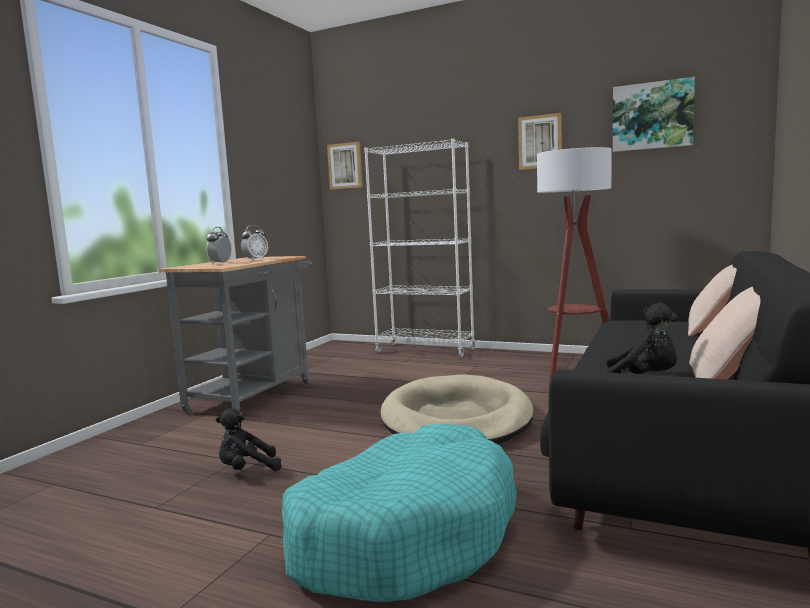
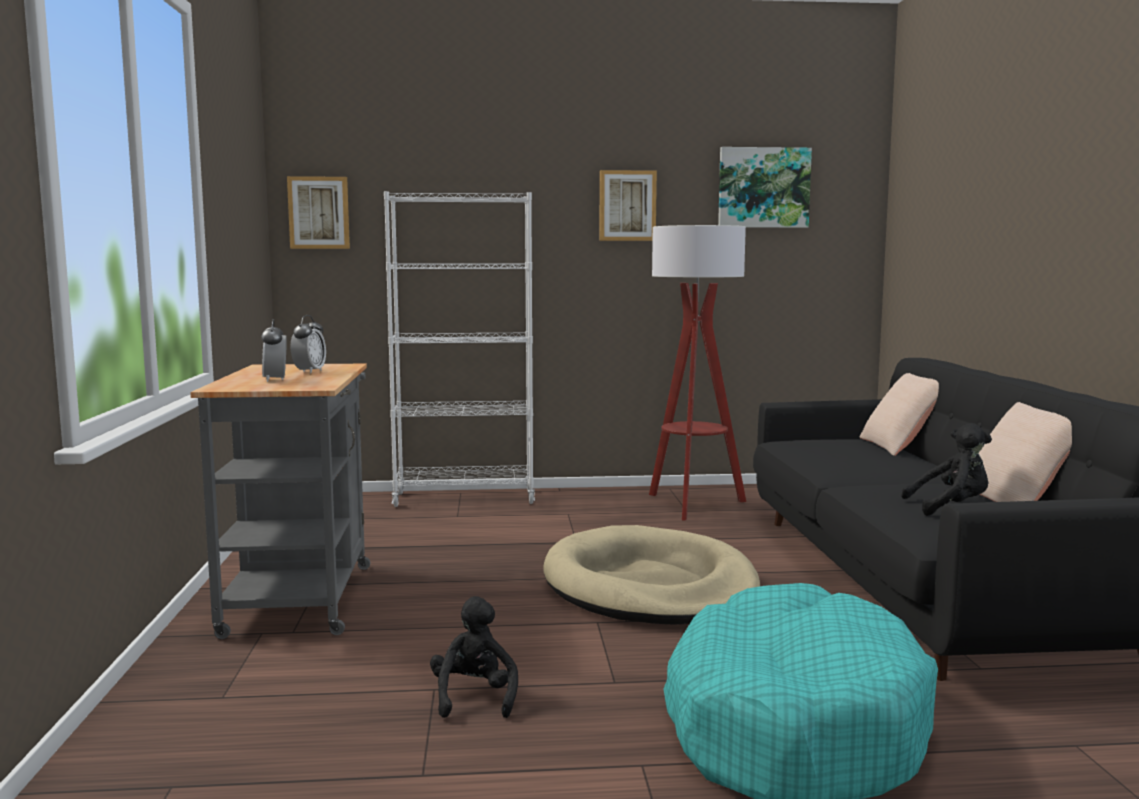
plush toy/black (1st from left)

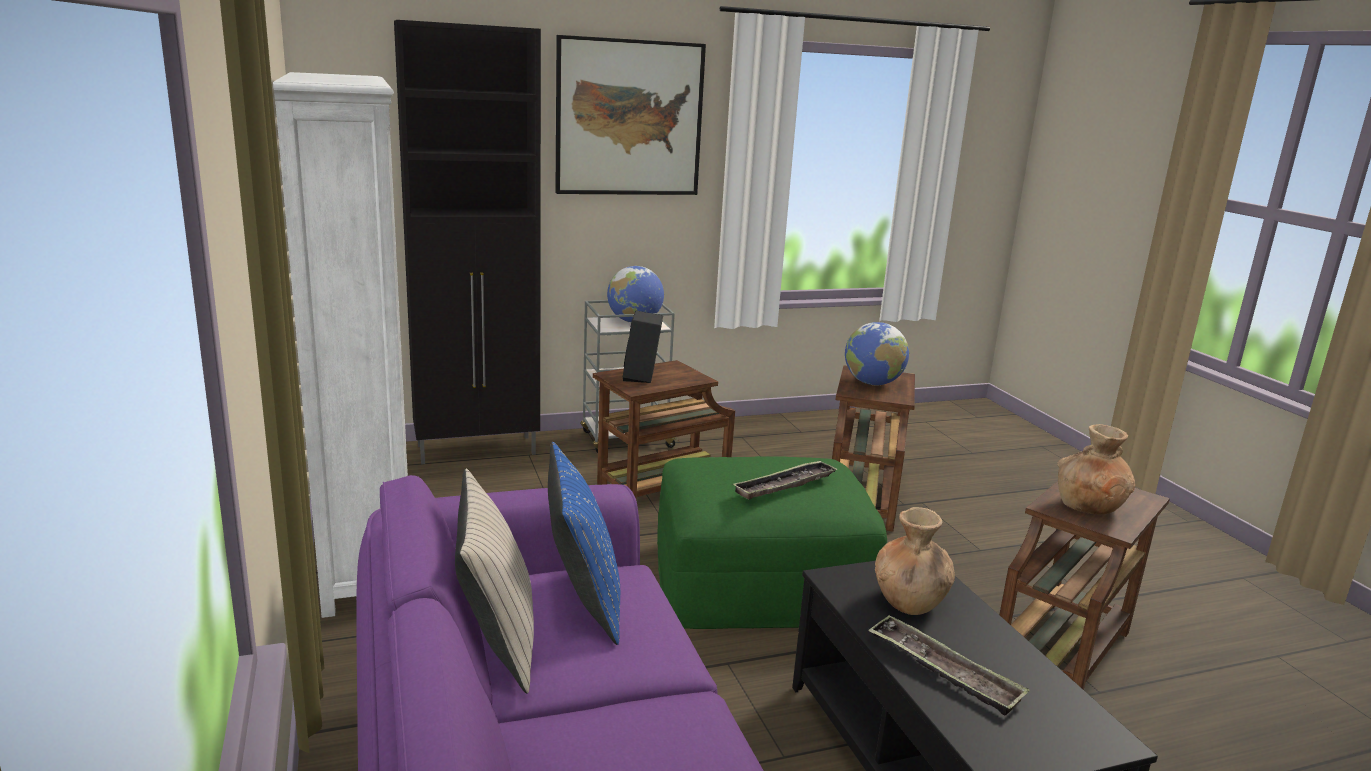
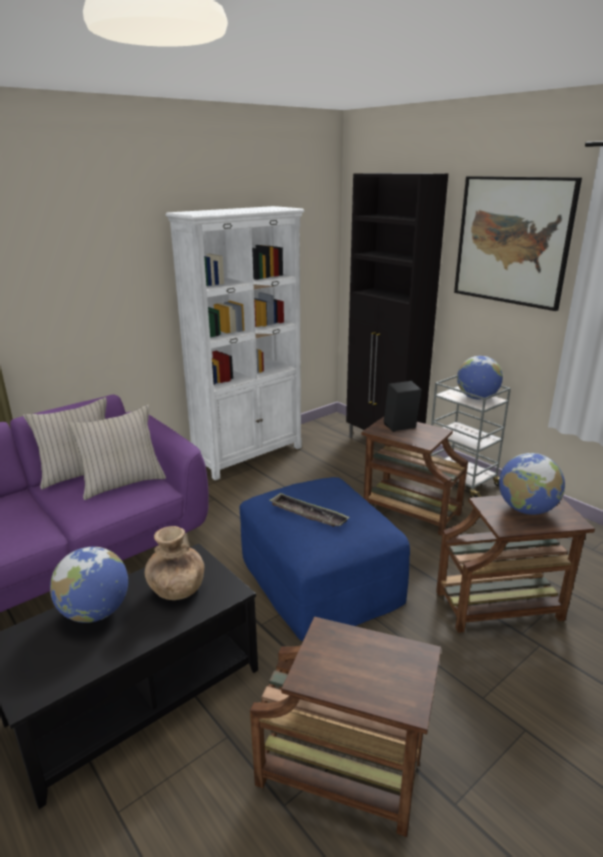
pillow/beige (2nd from left)
ottoman/blue
globe (1st from left)
vase/brown (2nd from left in the first image)

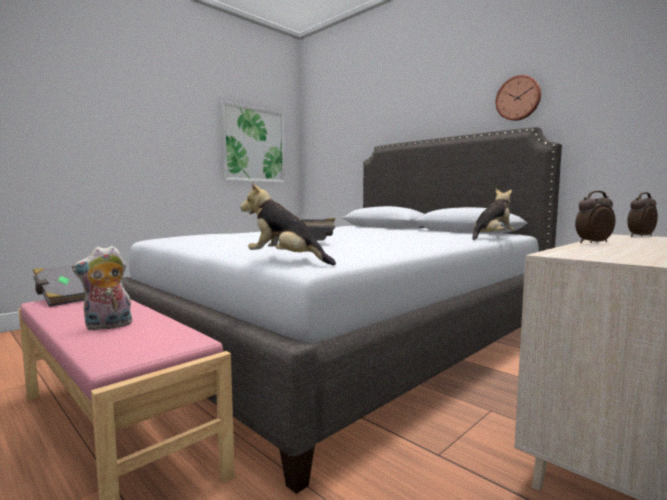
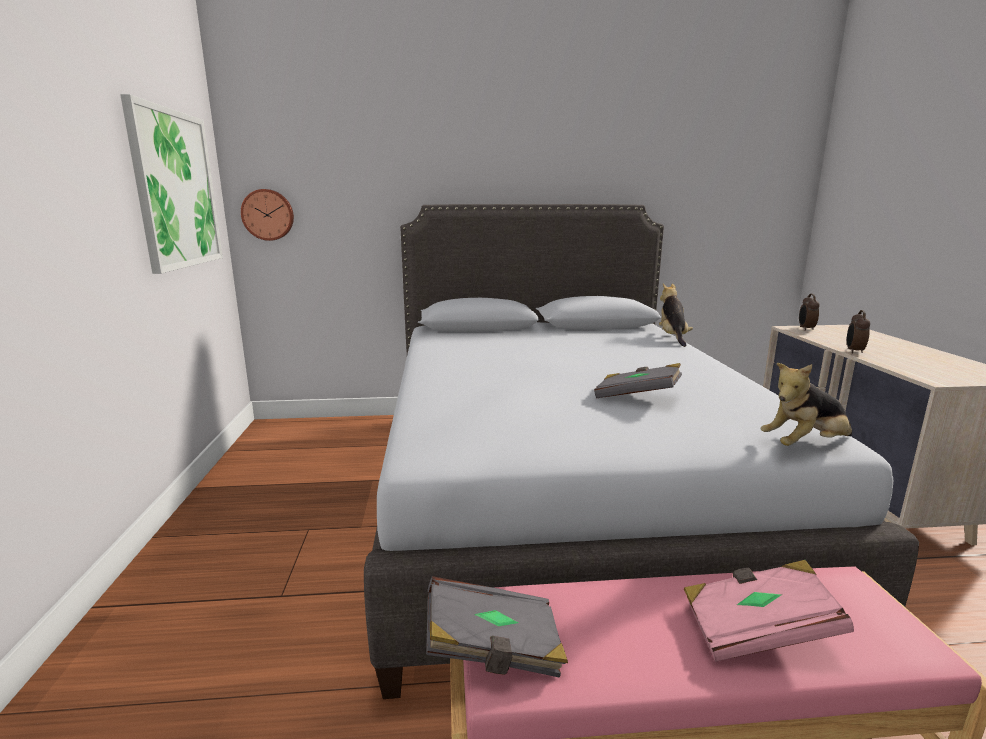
book/pink
wall clock

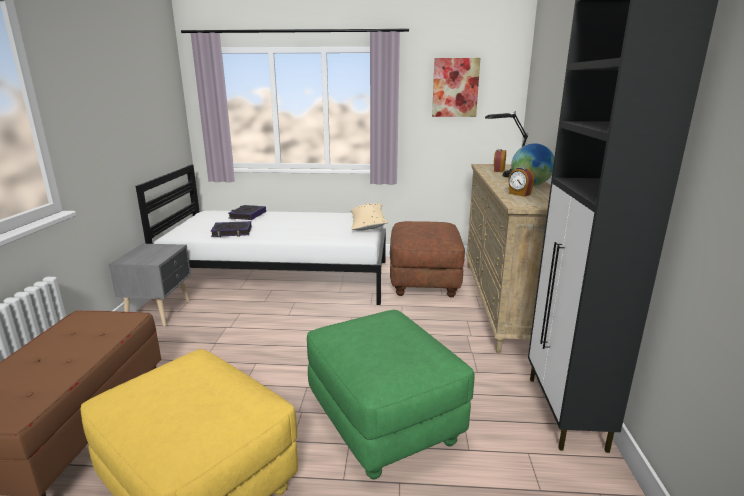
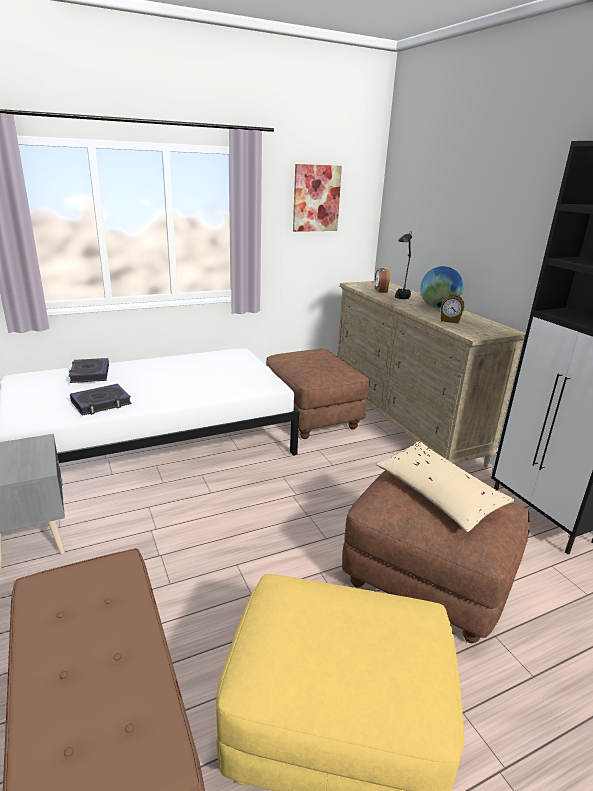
ottoman/brown (2nd from left)
pillow/beige

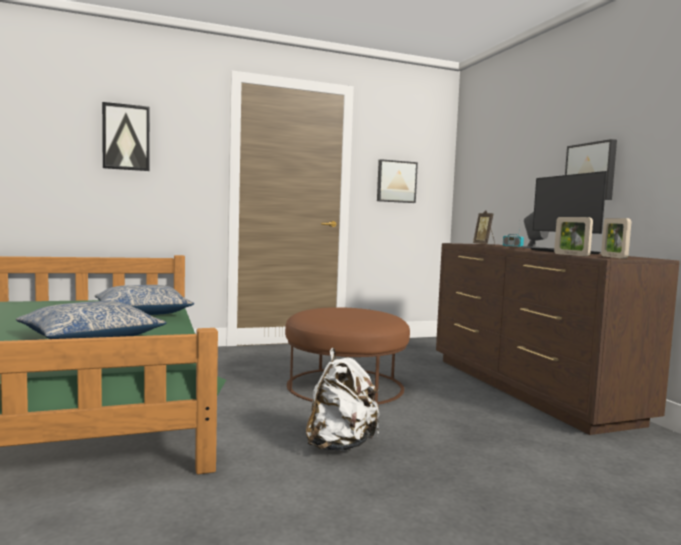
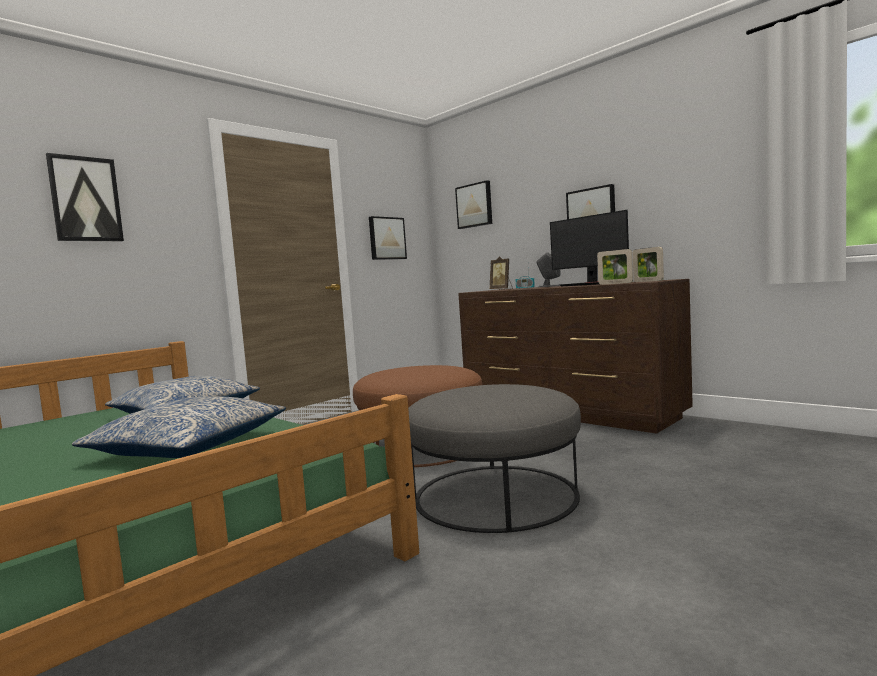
ottoman/grey
picture (3rd from left)

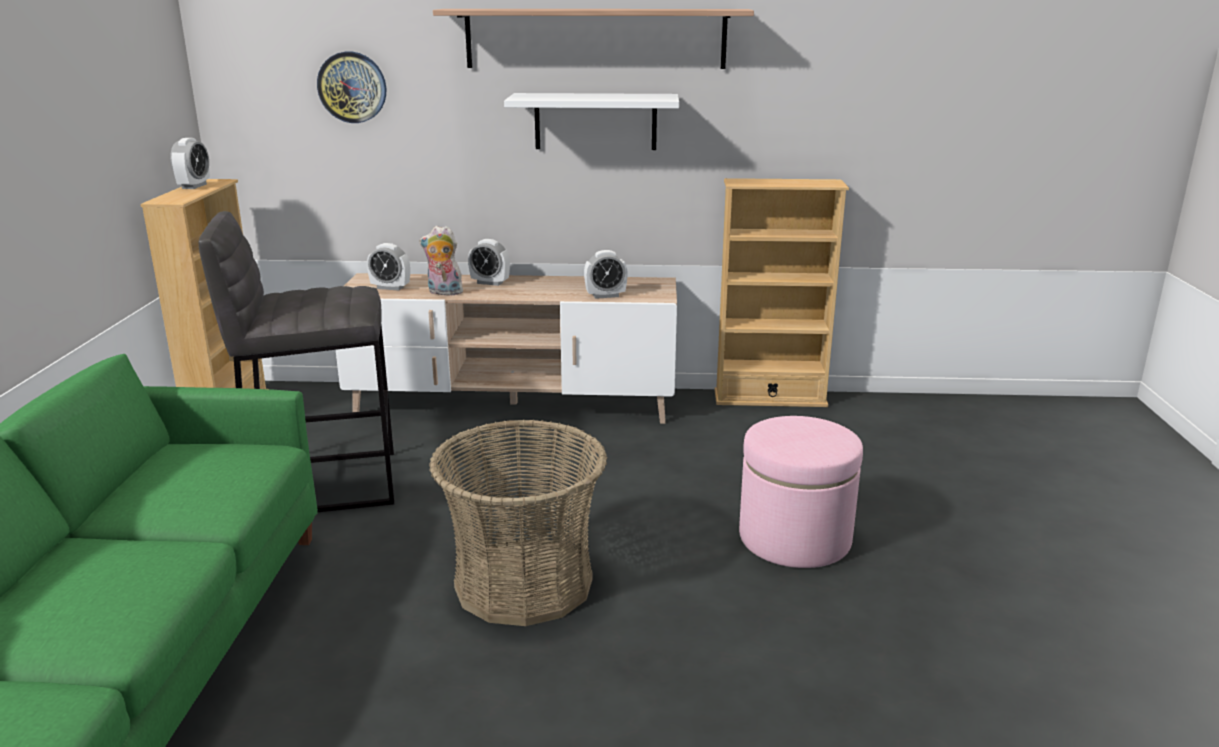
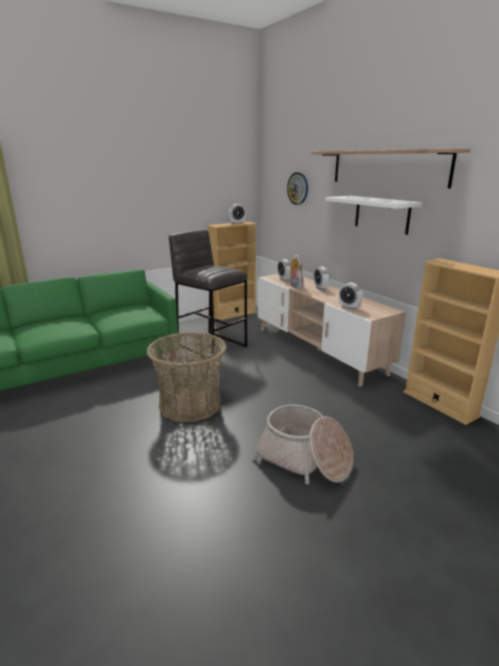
basket (2nd from left)

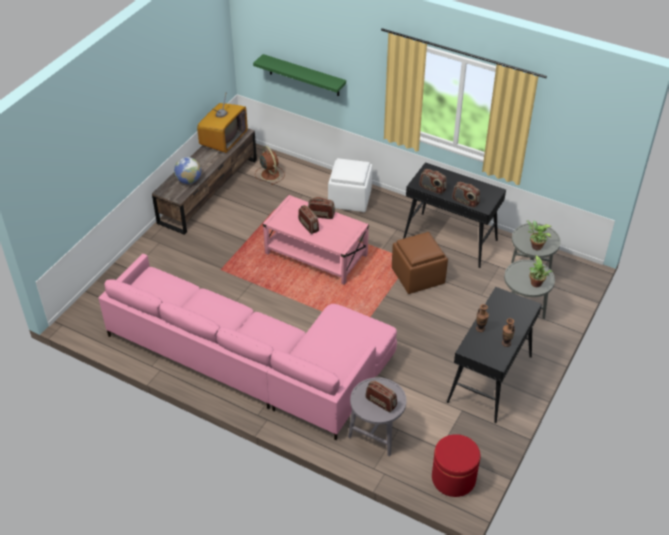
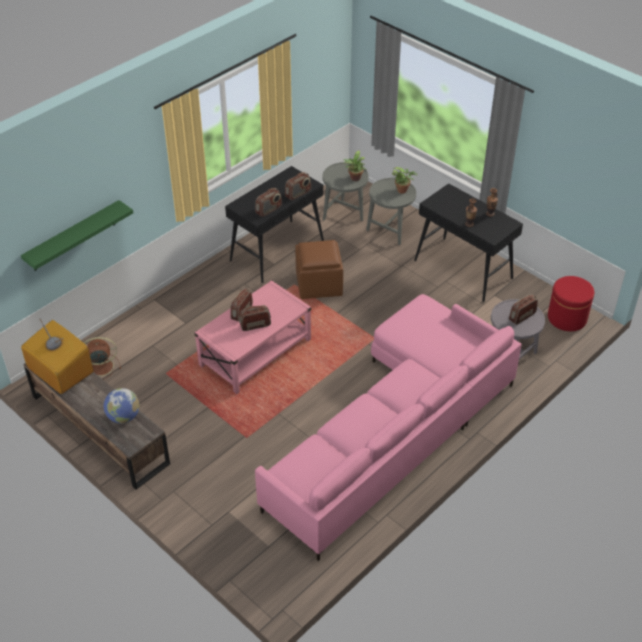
ottoman/white

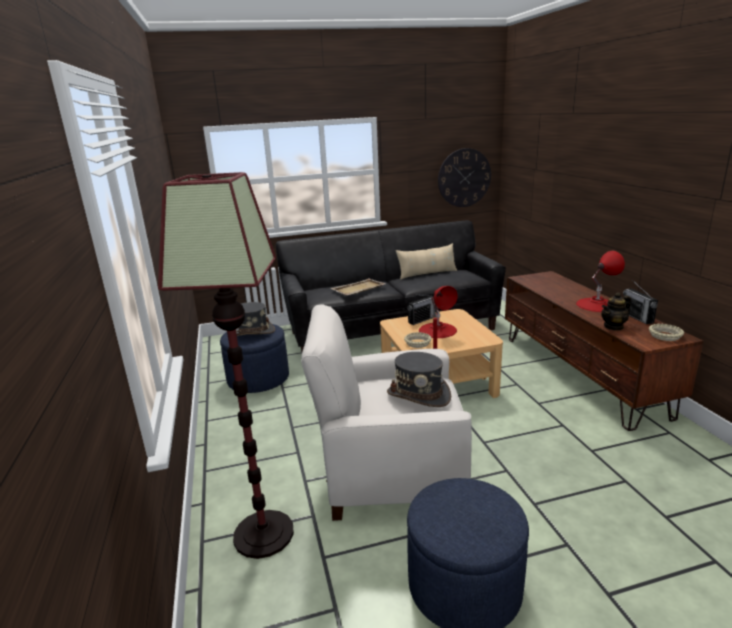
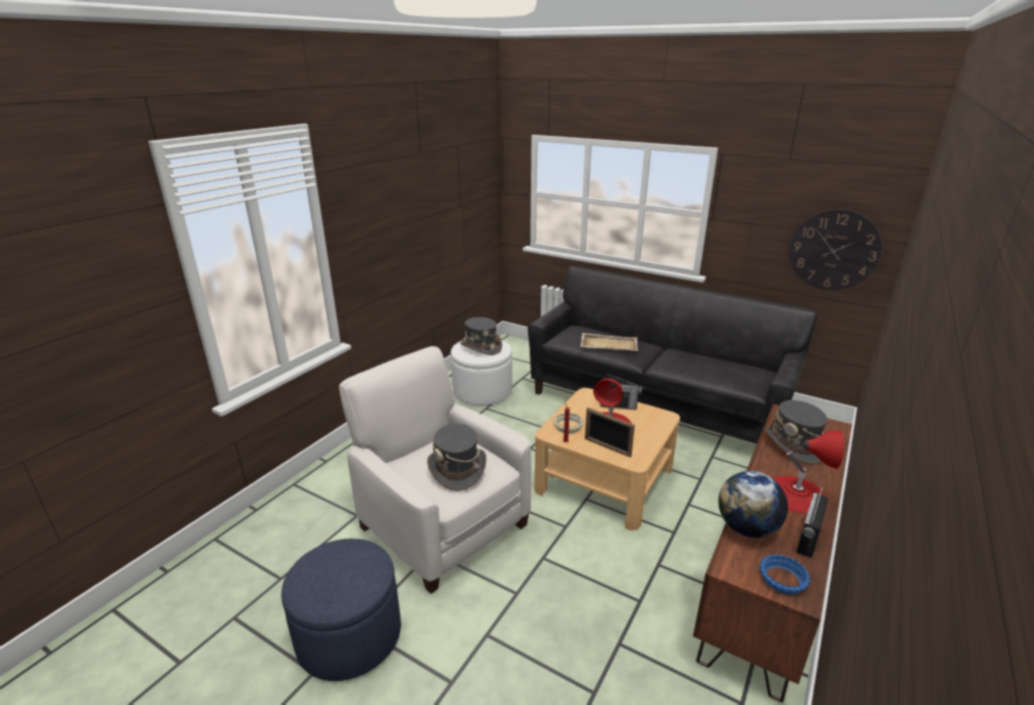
floor lamp
ottoman/white
pillow/beige
globe
bowl/blue
picture frame
hat/grey (3rd from left)

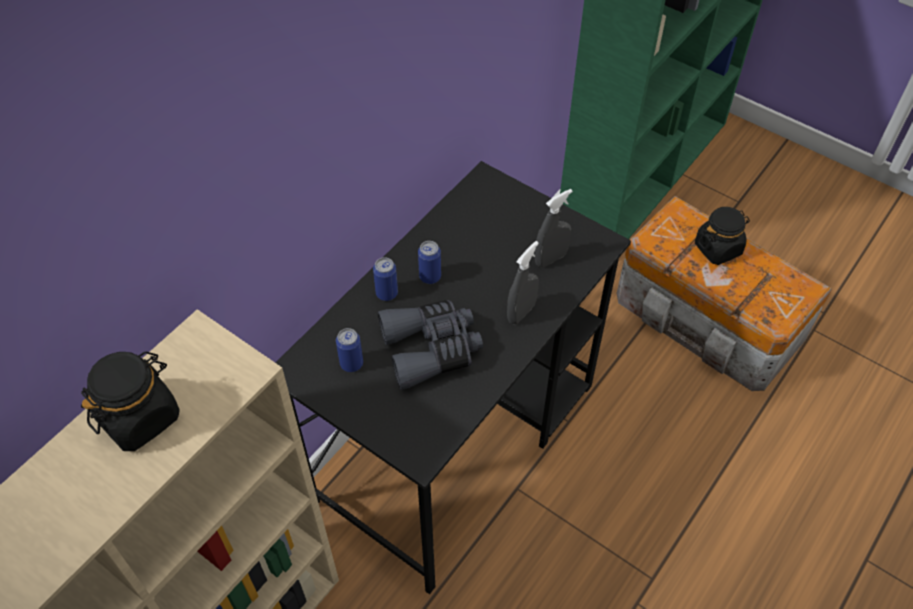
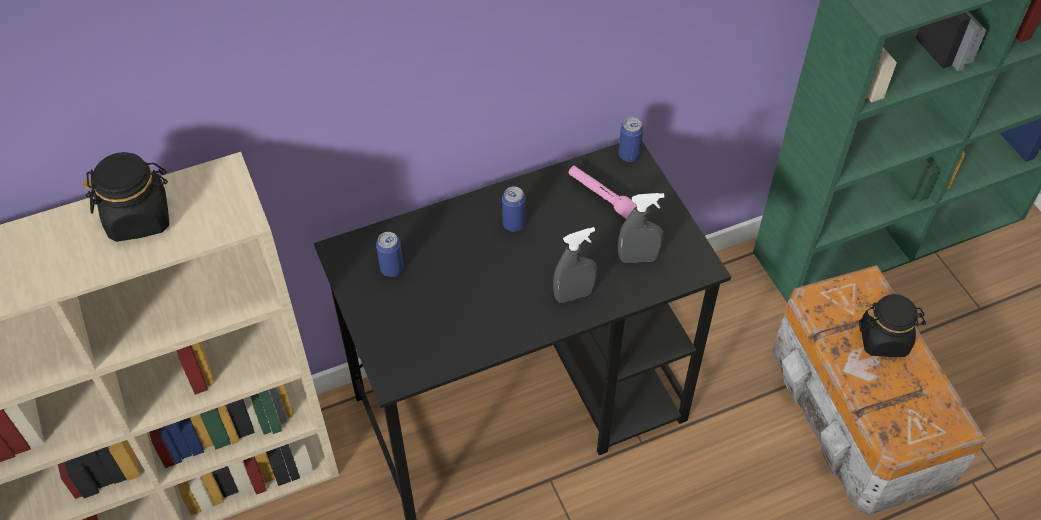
can (3rd from left)
binoculars/grey
flashlight/pink

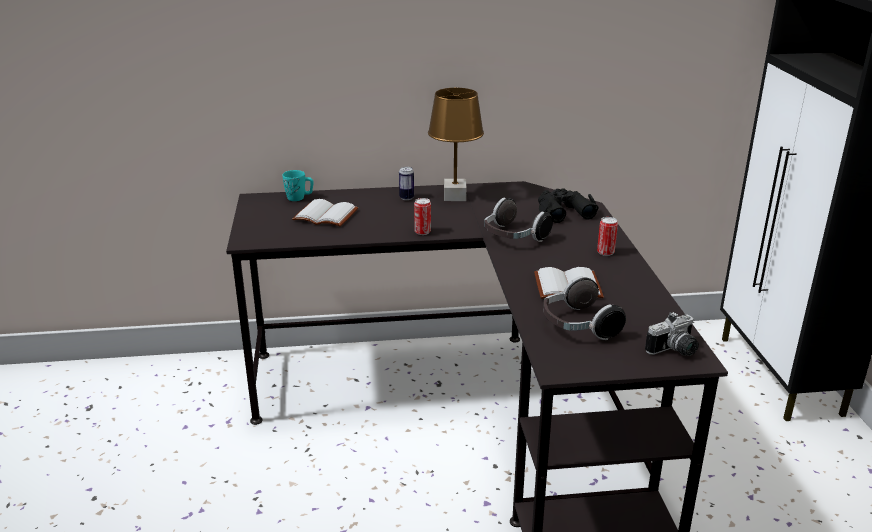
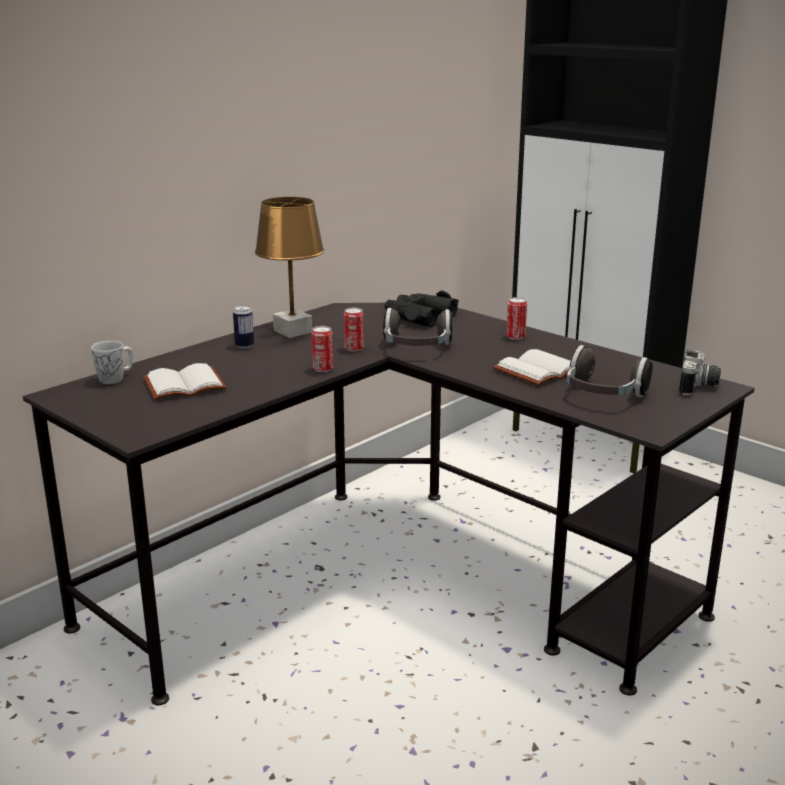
mug/white
can (3rd from left)

